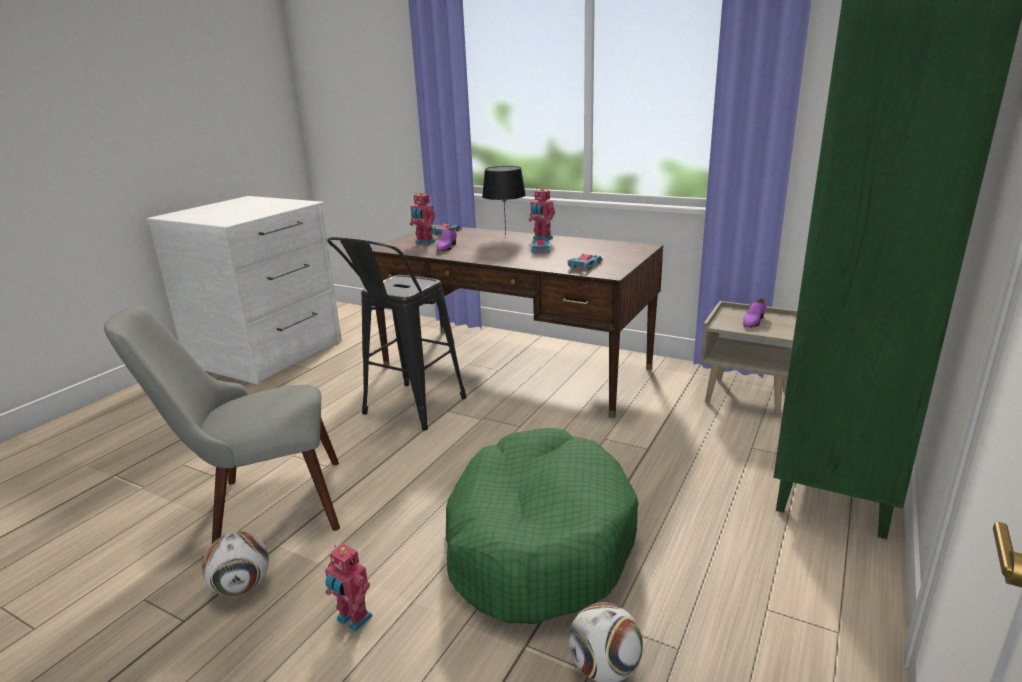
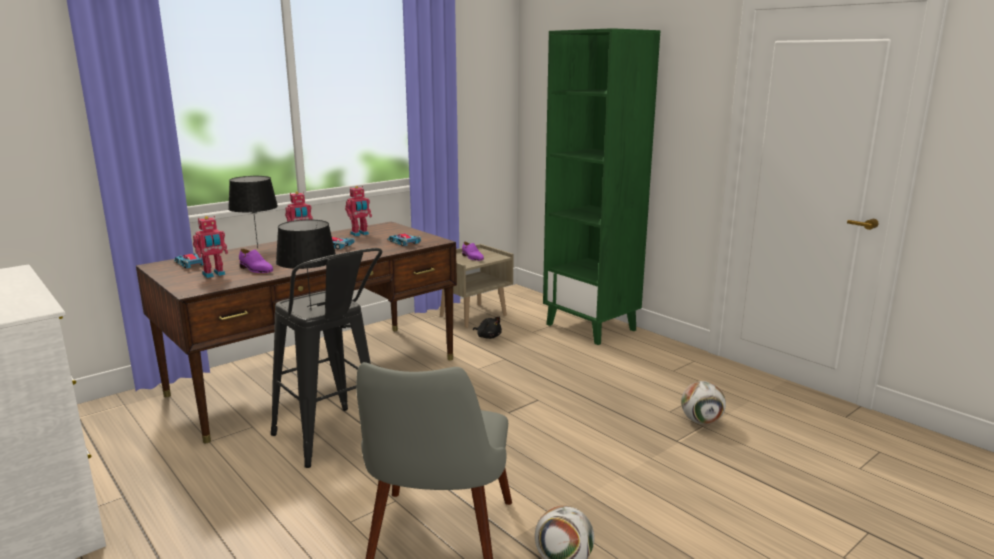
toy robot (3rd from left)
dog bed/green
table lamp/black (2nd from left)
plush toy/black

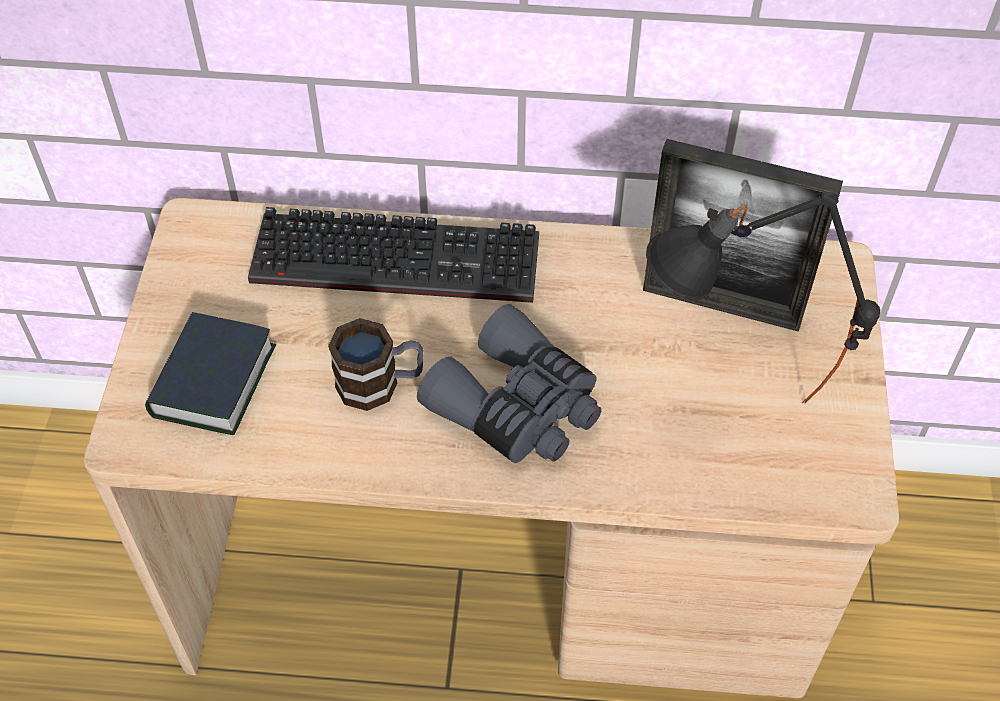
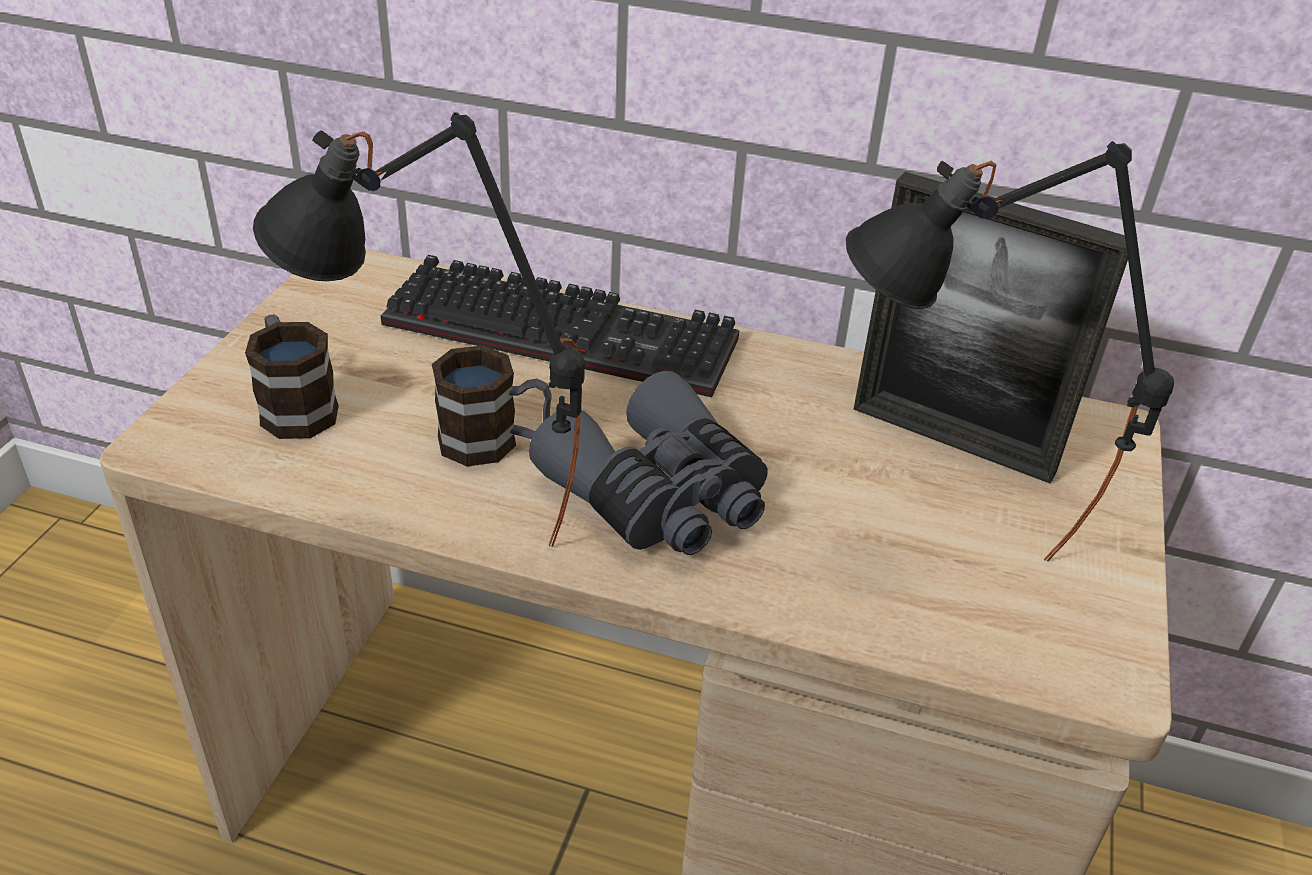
mug (1st from left)
table lamp/black (1st from left)

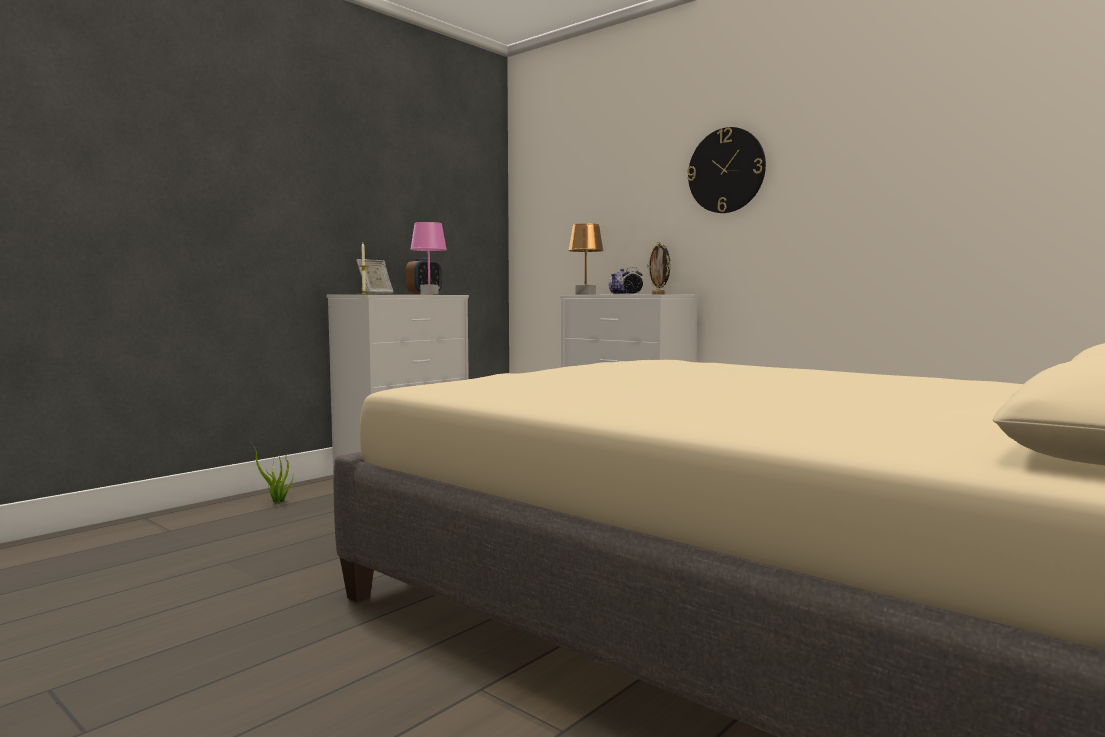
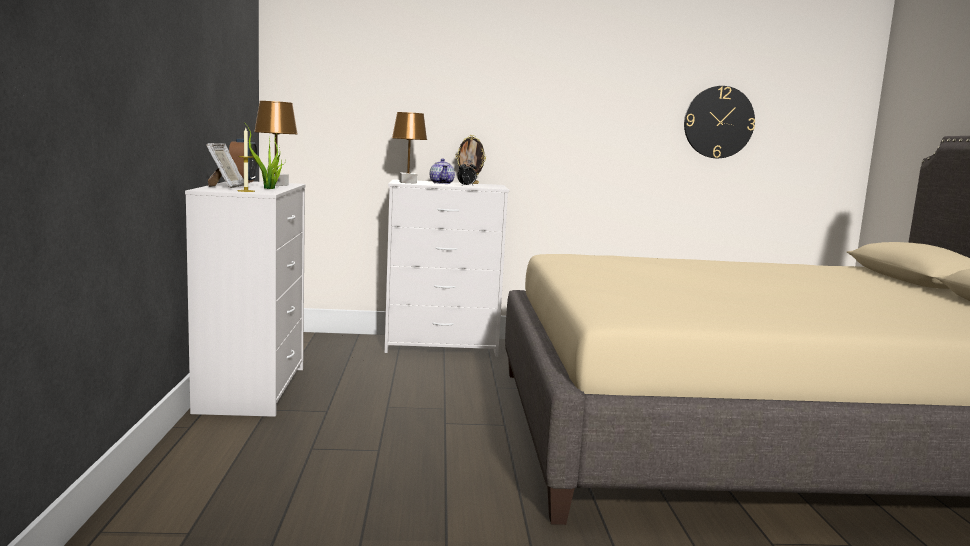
potted plant
table lamp/brown (1st from left)
wall clock

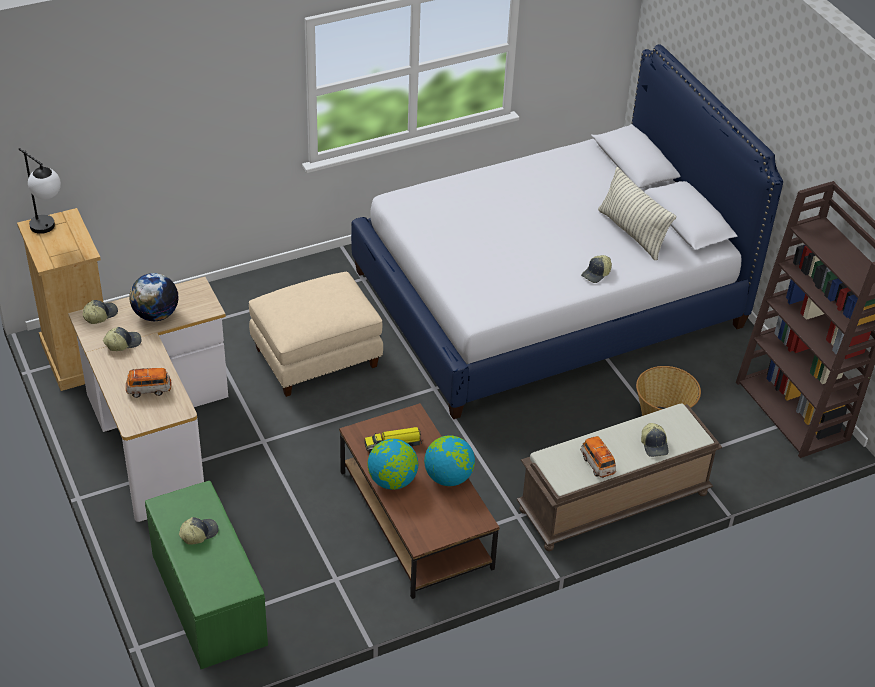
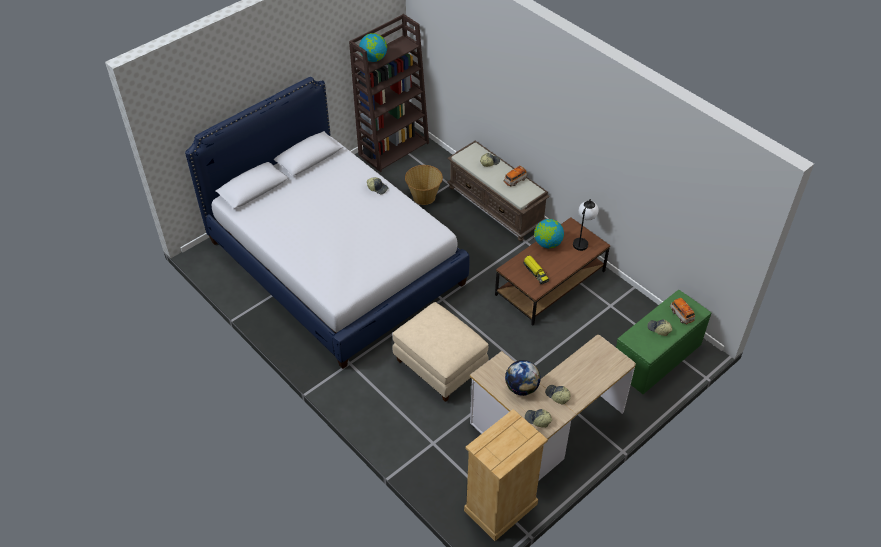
table lamp
toy car (2nd from left)
globe (1st from left)
pillow

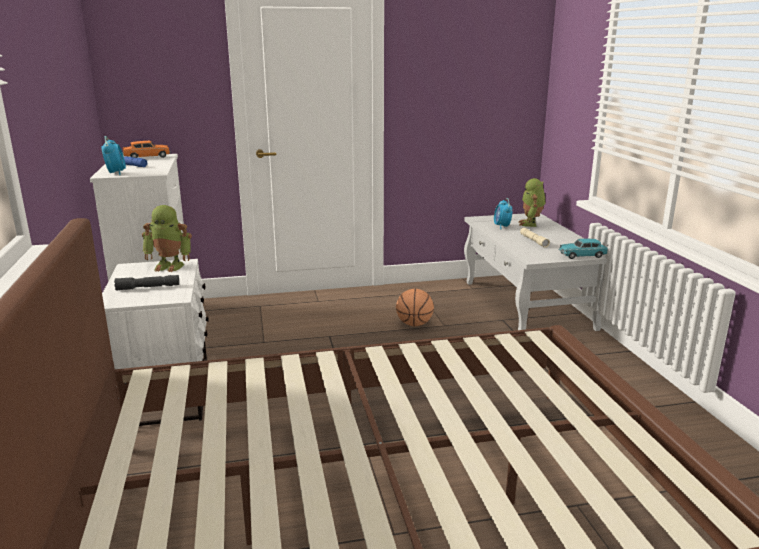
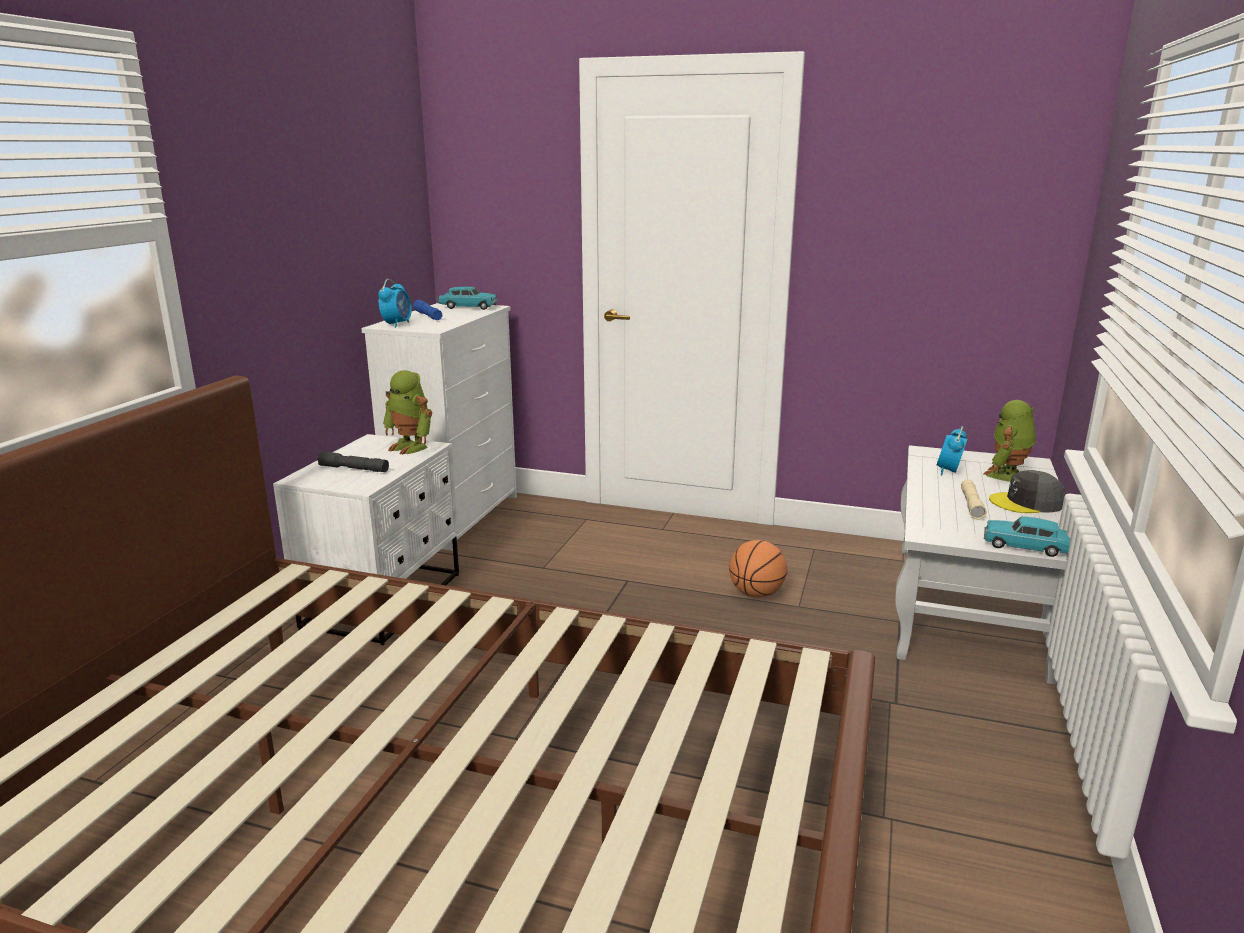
toy car/turquoise (1st from left)
cap/grey

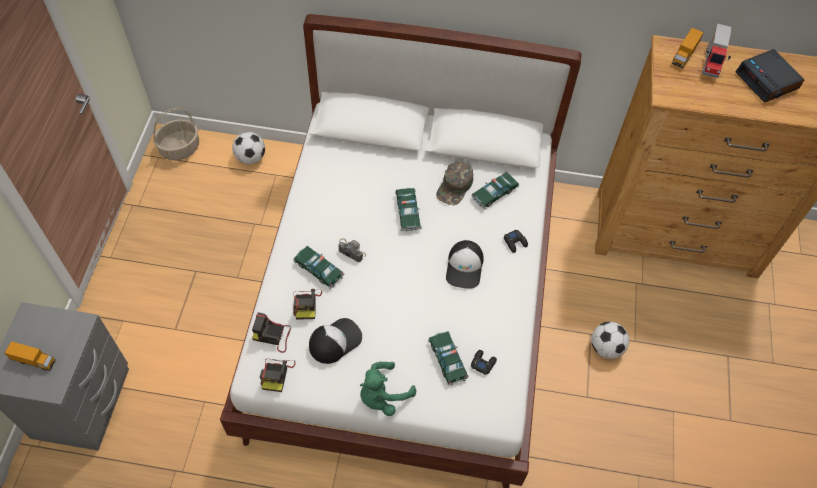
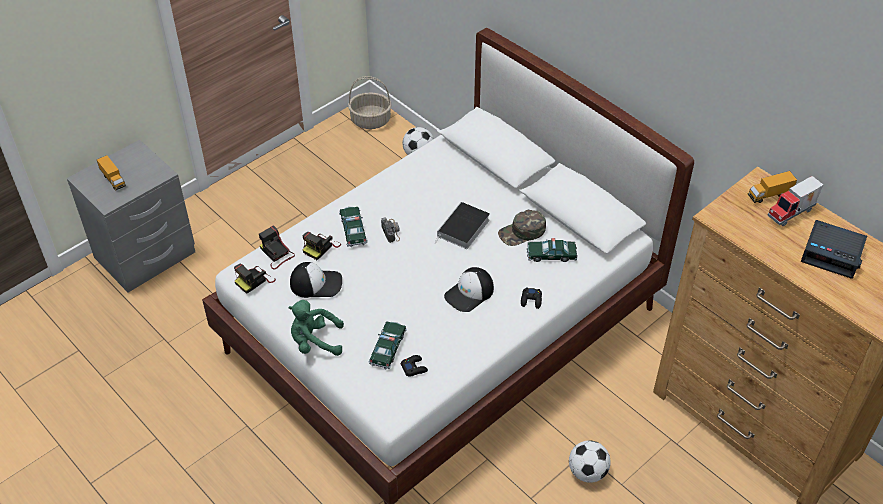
book
alarm clock

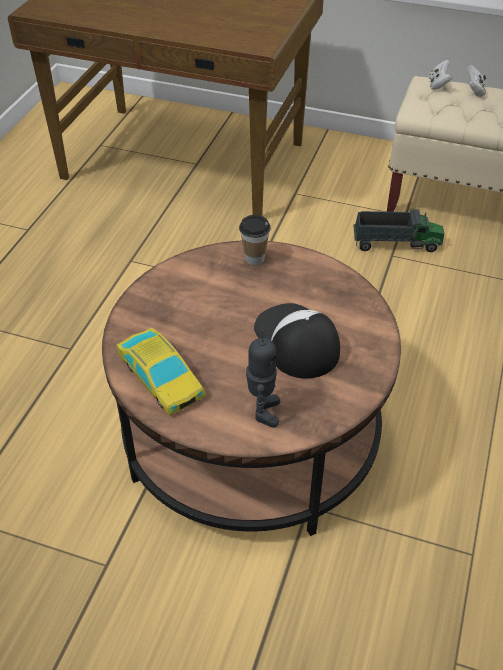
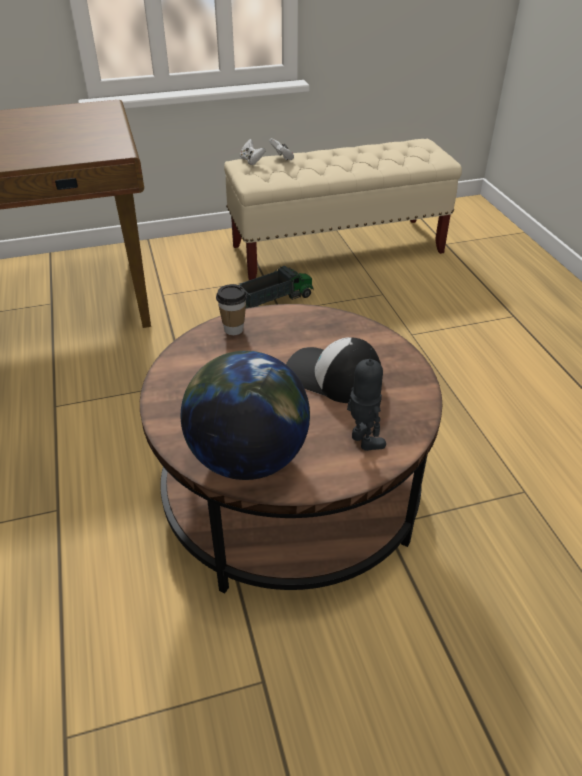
globe

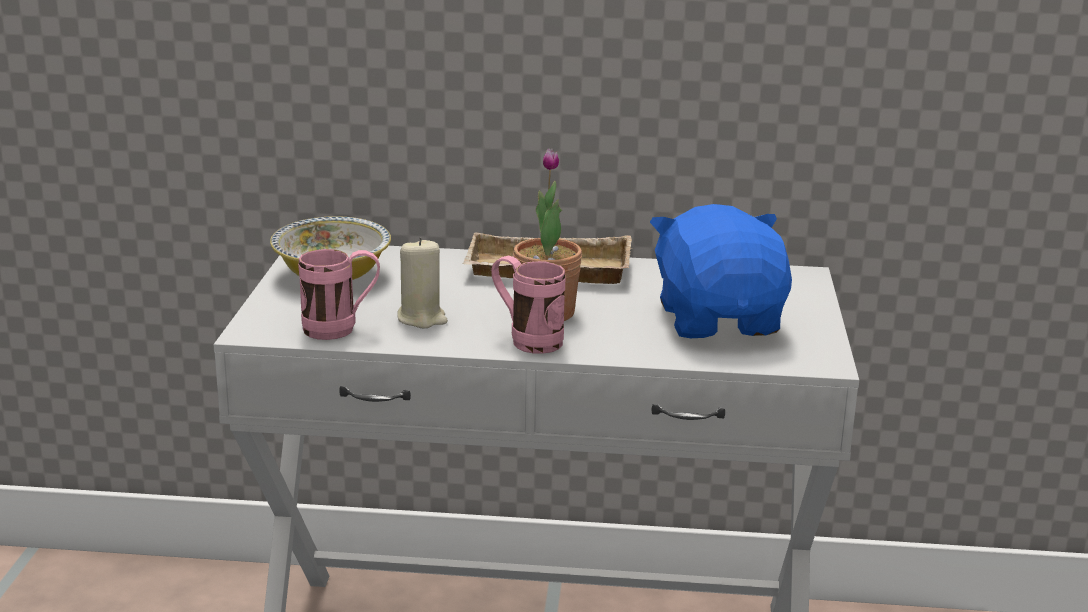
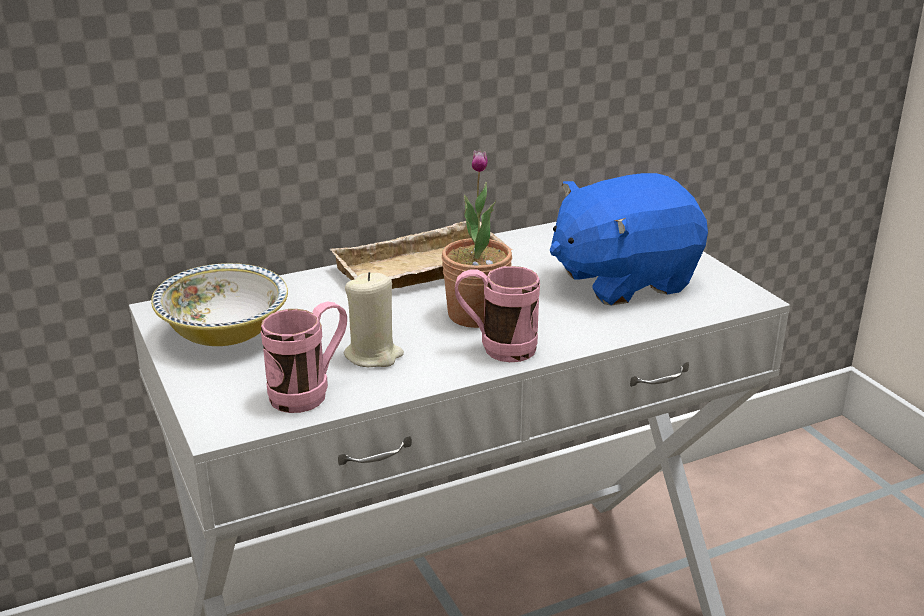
plush toy/blue

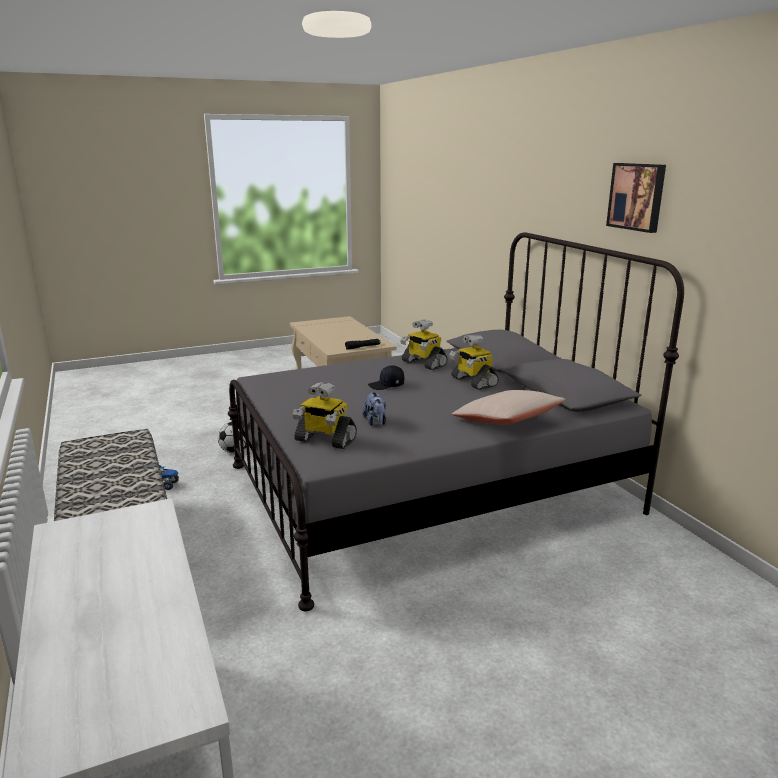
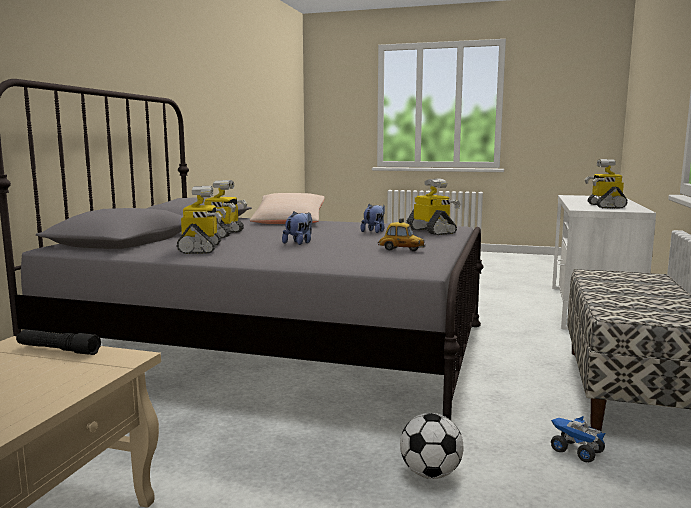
plush toy (1st from left)
picture
toy car
toy robot (4th from left)

